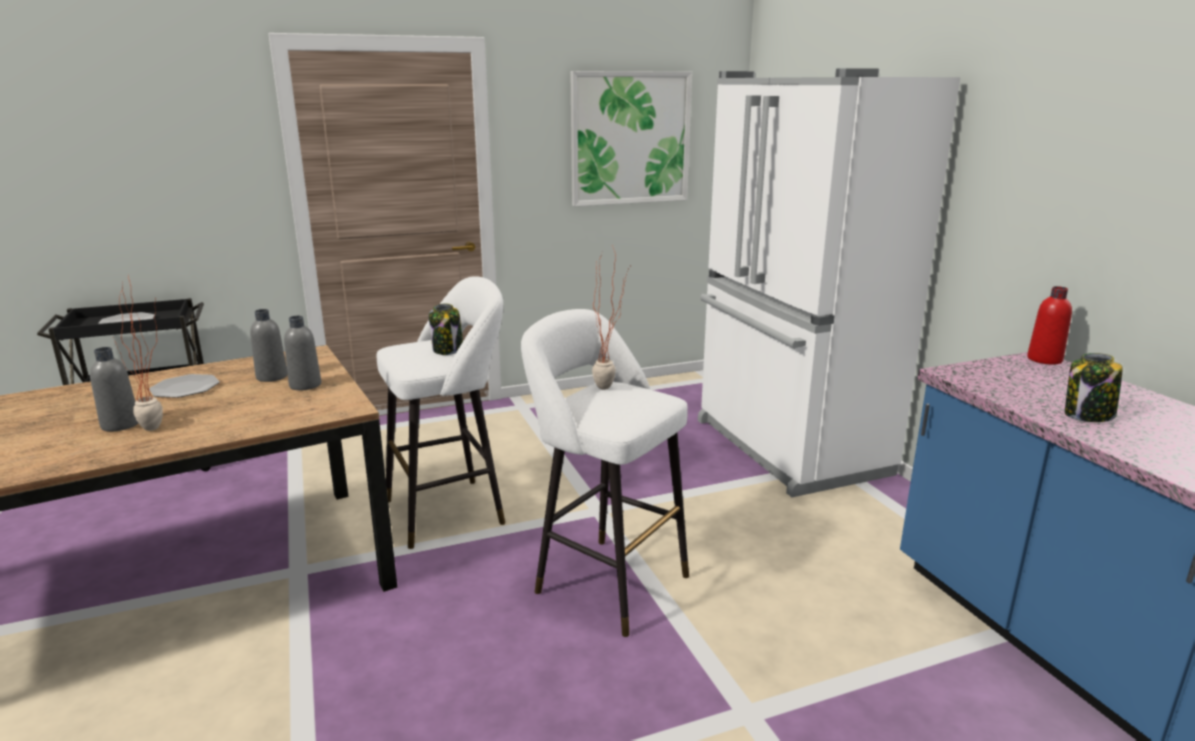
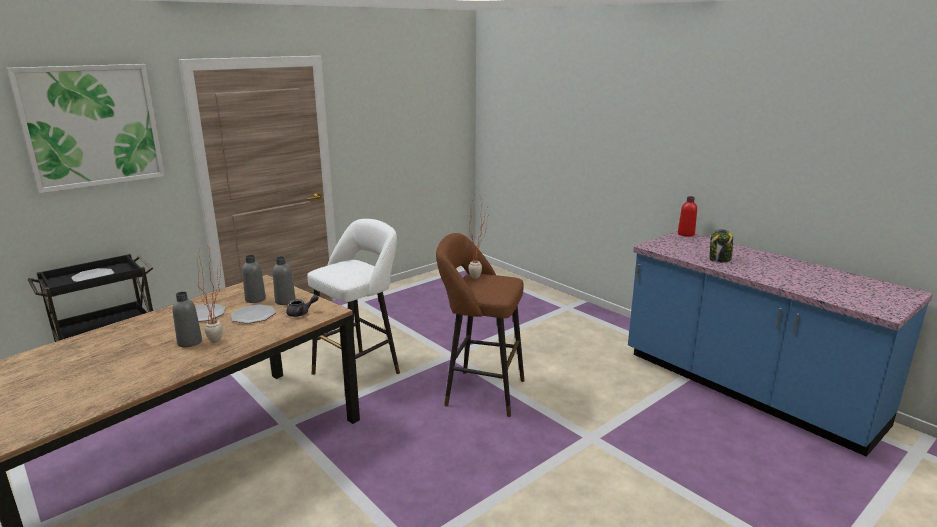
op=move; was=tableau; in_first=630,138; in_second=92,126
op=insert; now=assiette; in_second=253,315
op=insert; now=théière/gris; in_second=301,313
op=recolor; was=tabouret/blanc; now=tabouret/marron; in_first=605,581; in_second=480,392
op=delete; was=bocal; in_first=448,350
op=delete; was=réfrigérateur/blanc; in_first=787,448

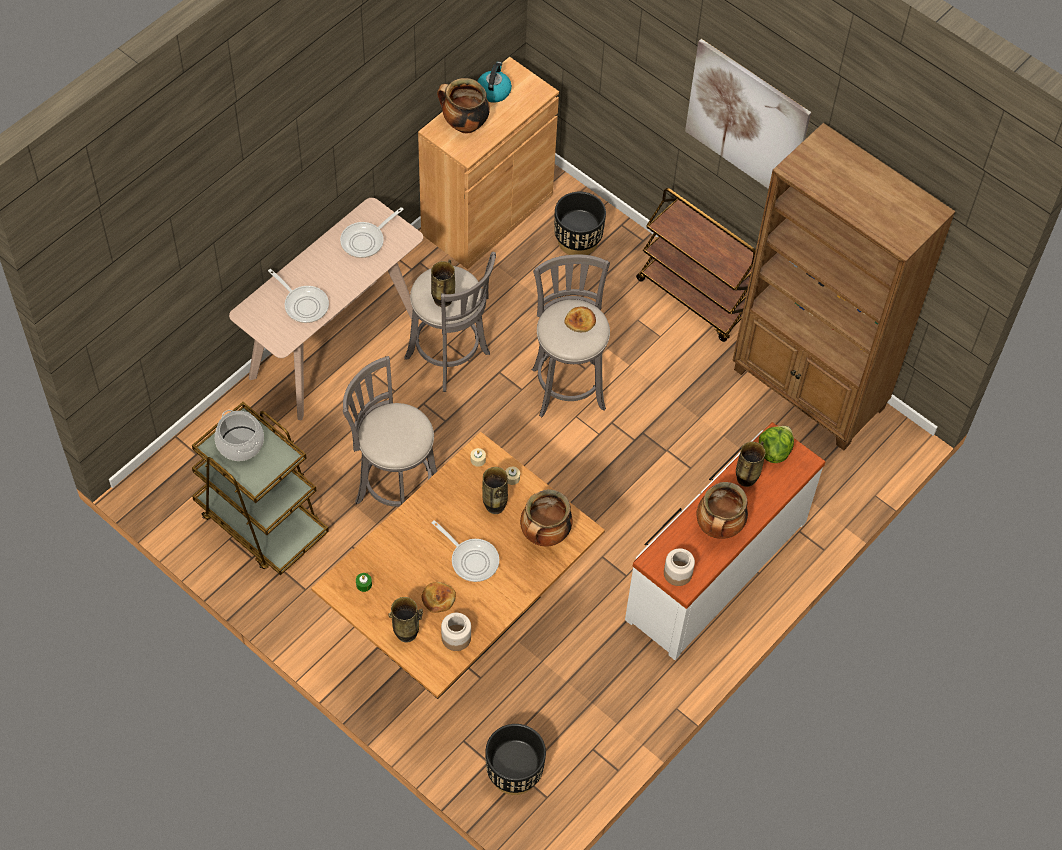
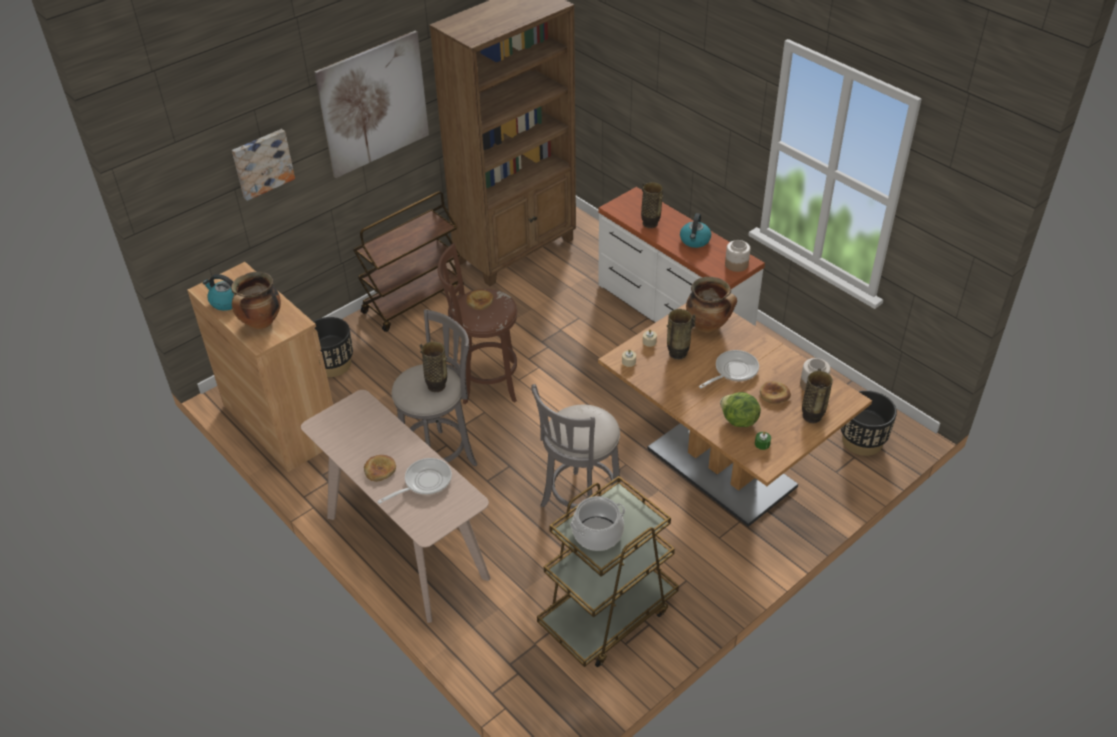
op=insert; now=tableau; in_second=262,163
op=insert; now=pain; in_second=380,469
op=recolor; was=tabouret/gris; now=tabouret/marron; in_first=567,385; in_second=485,382
op=replace; was=marmite; now=bouilloire; in_first=719,528; in_second=695,240
op=move; was=laitue; in_first=774,451; in_second=738,421
op=delete; was=poêle; in_first=366,240

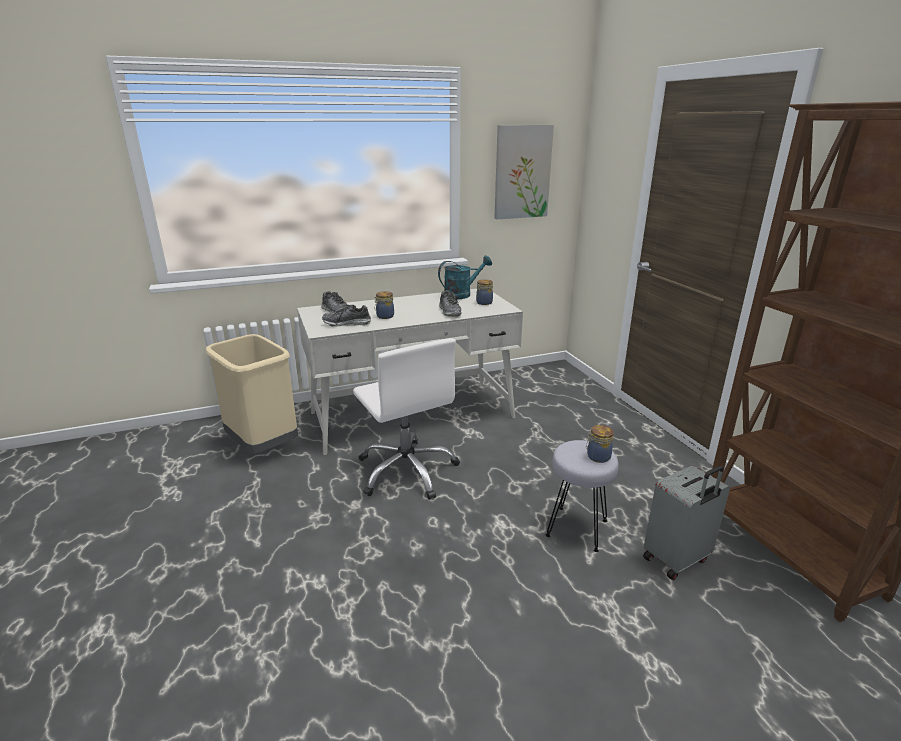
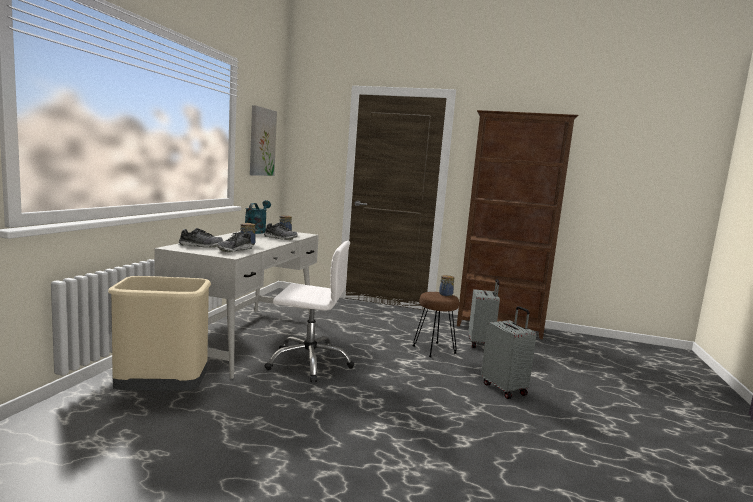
op=recolor; was=tabouret/gris; now=tabouret/marron; in_first=576,529; in_second=434,350
op=insert; now=valise/gris; in_second=504,389

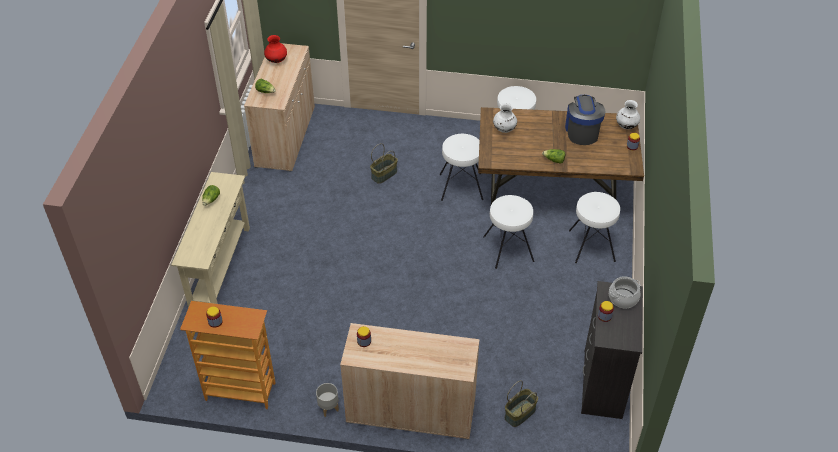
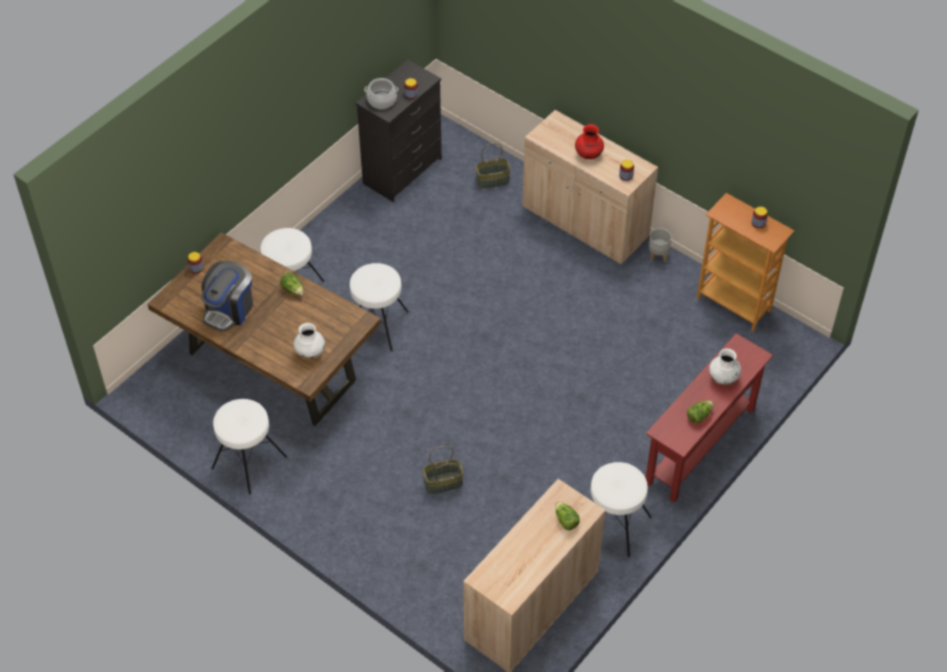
op=move; was=vase/rouge; in_first=276,60; in_second=588,154
op=move; was=tabouret/blanc; in_first=461,186; in_second=614,525
op=recolor; was=table console/beige; now=table console/rouge; in_first=220,267; in_second=701,446
op=move; was=vase/blanc; in_first=626,126; in_second=723,378

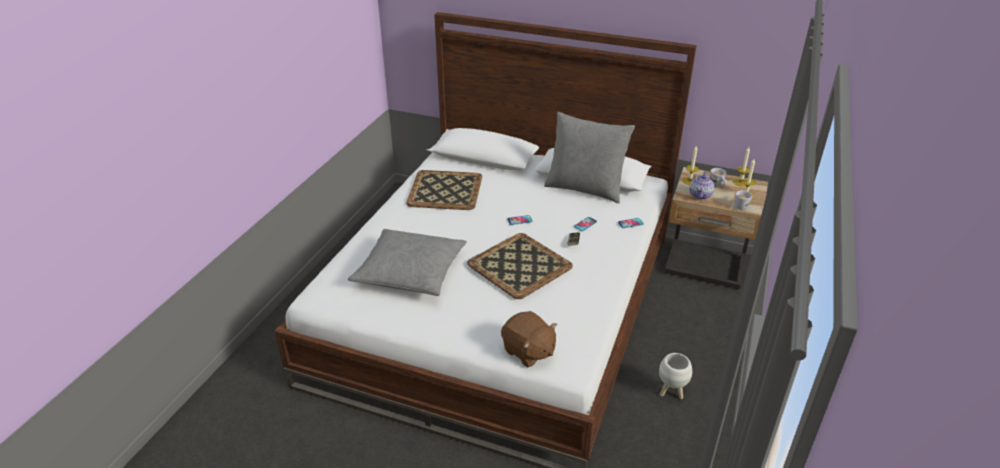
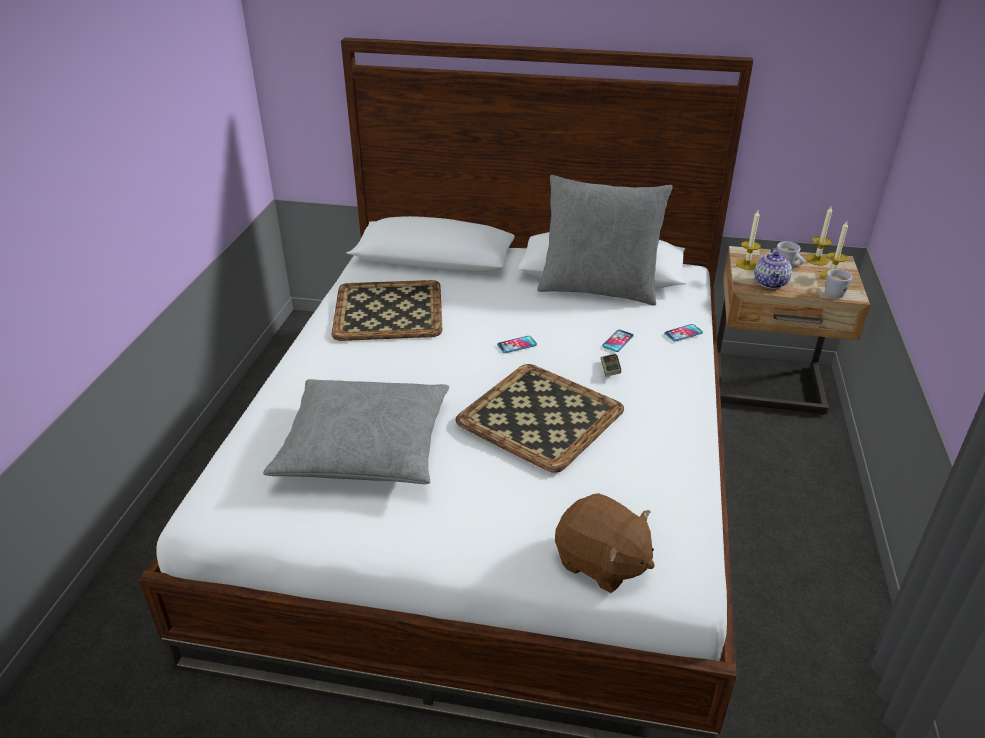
op=delete; was=cache-pot/blanc; in_first=671,393

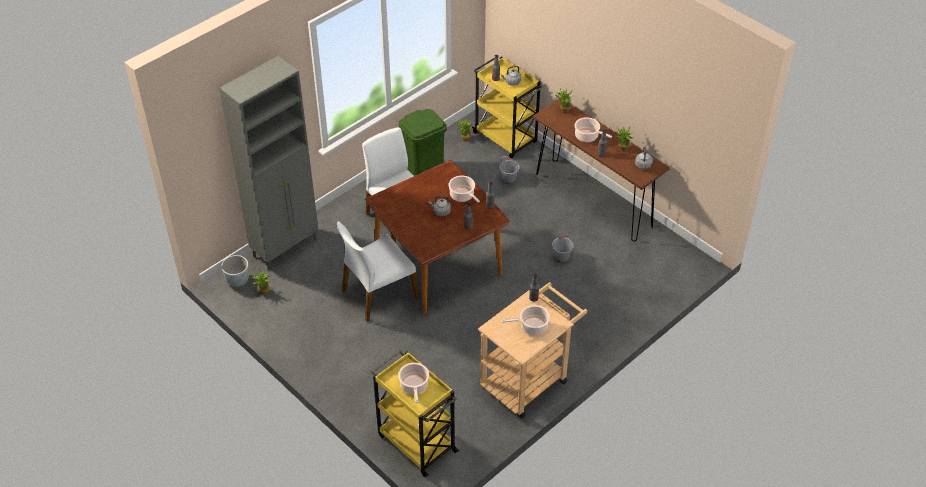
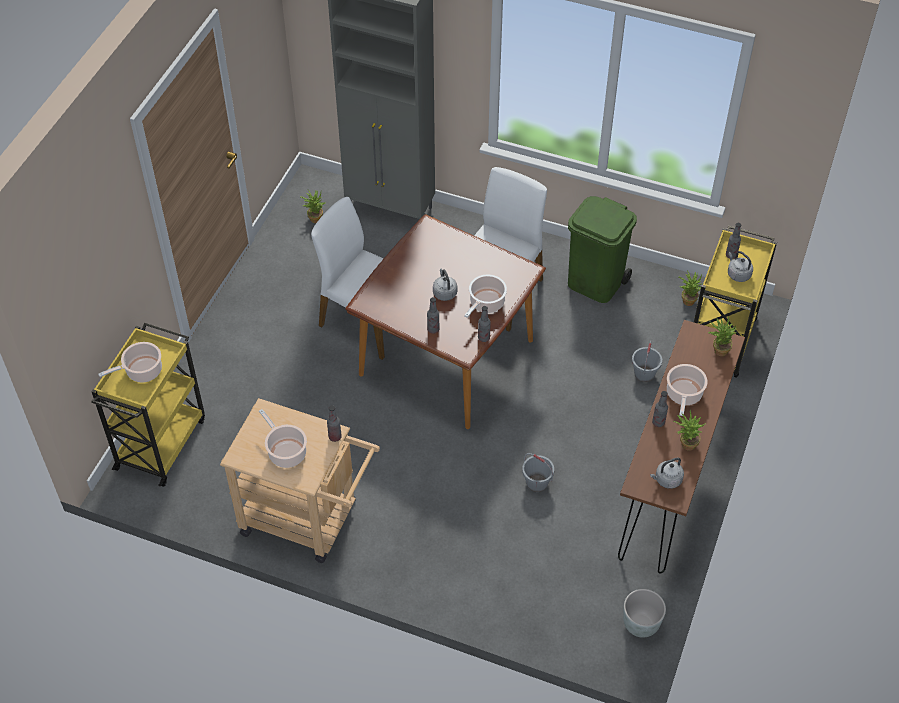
op=move; was=cache-pot/gris; in_first=238,281; in_second=640,625

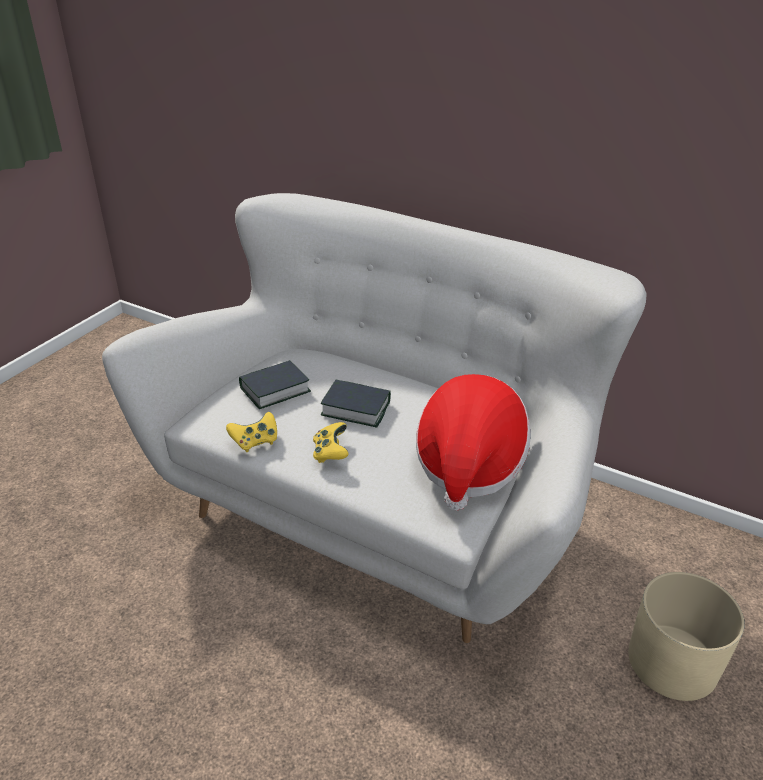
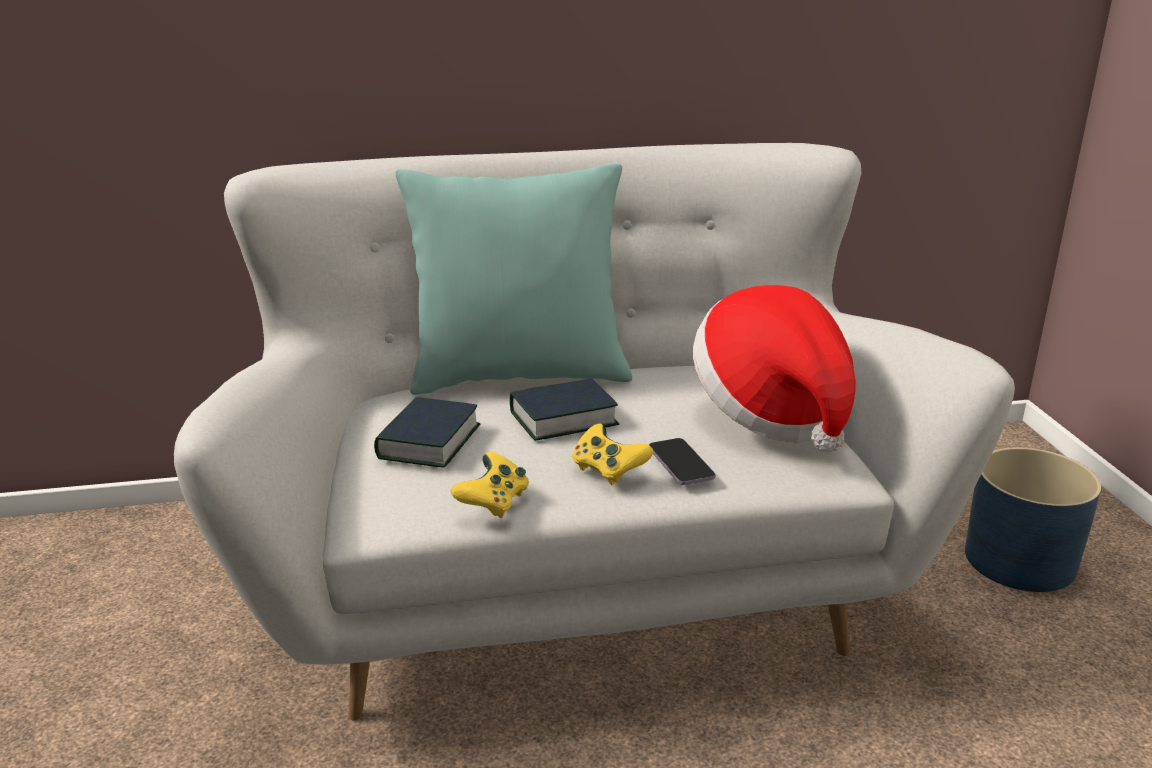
op=insert; now=coussin/turquoise; in_second=519,375
op=insert; now=téléphone; in_second=681,464
op=recolor; was=cache-pot/beige; now=cache-pot/bleu; in_first=672,662; in_second=1020,561

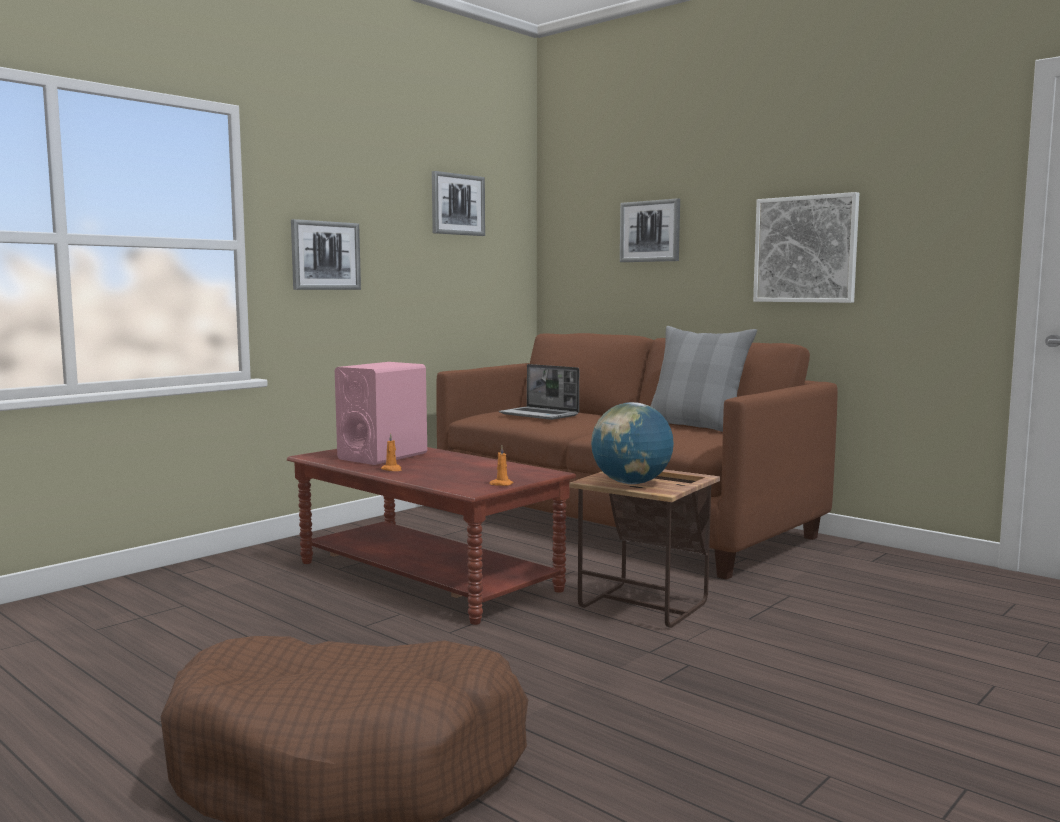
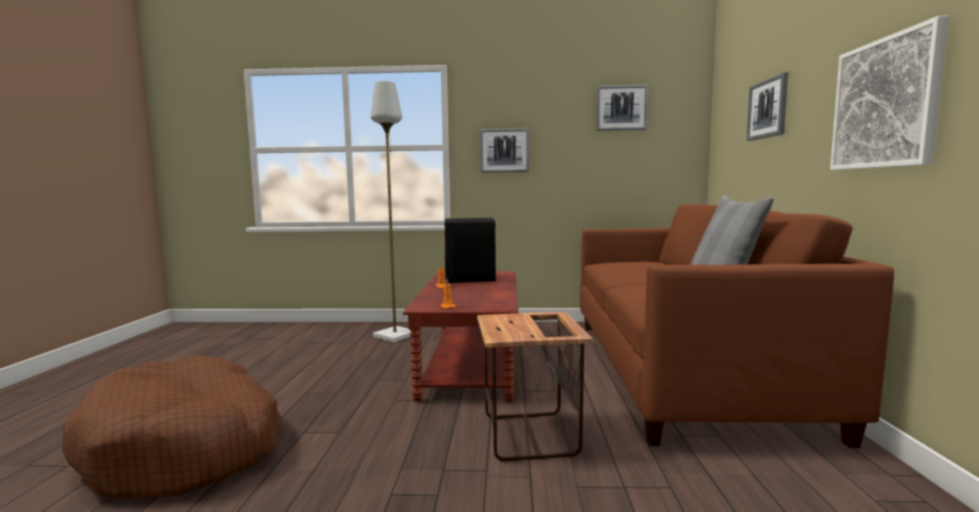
op=insert; now=lampadaire/gris; in_second=396,335
op=recolor; was=enceinte/rose; now=enceinte/noir; in_first=383,456; in_second=470,279
op=delete; was=ordinateur portable; in_first=540,415
op=delete; was=globe; in_first=631,483

